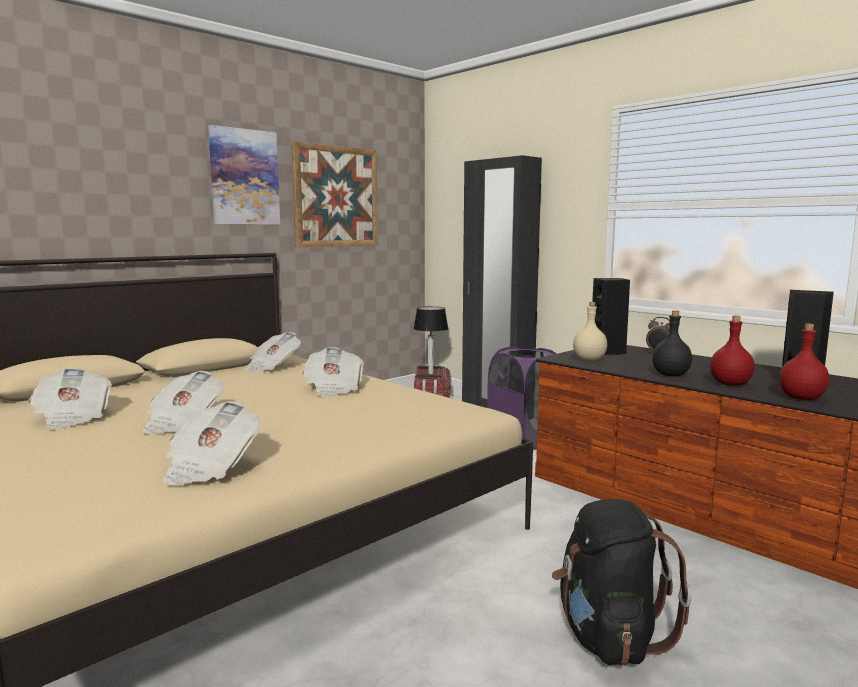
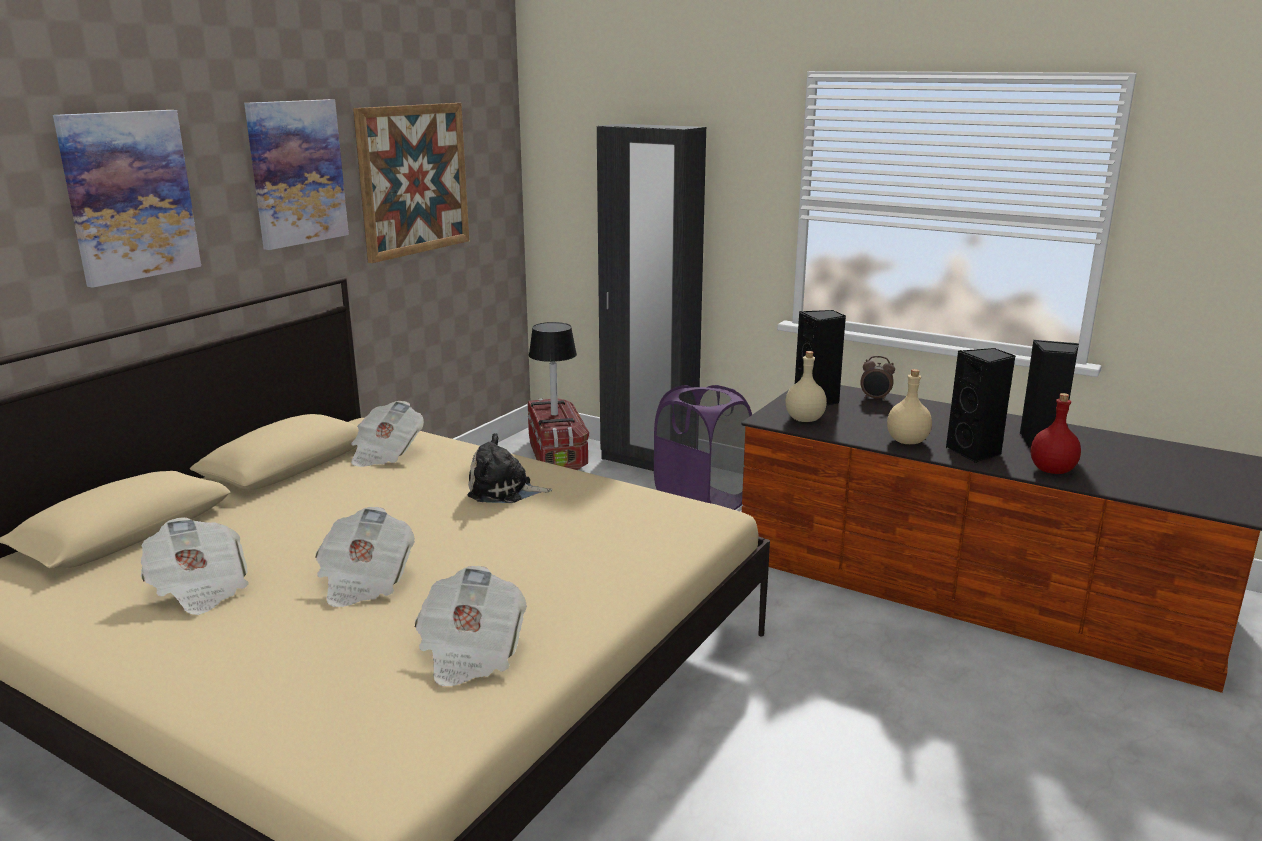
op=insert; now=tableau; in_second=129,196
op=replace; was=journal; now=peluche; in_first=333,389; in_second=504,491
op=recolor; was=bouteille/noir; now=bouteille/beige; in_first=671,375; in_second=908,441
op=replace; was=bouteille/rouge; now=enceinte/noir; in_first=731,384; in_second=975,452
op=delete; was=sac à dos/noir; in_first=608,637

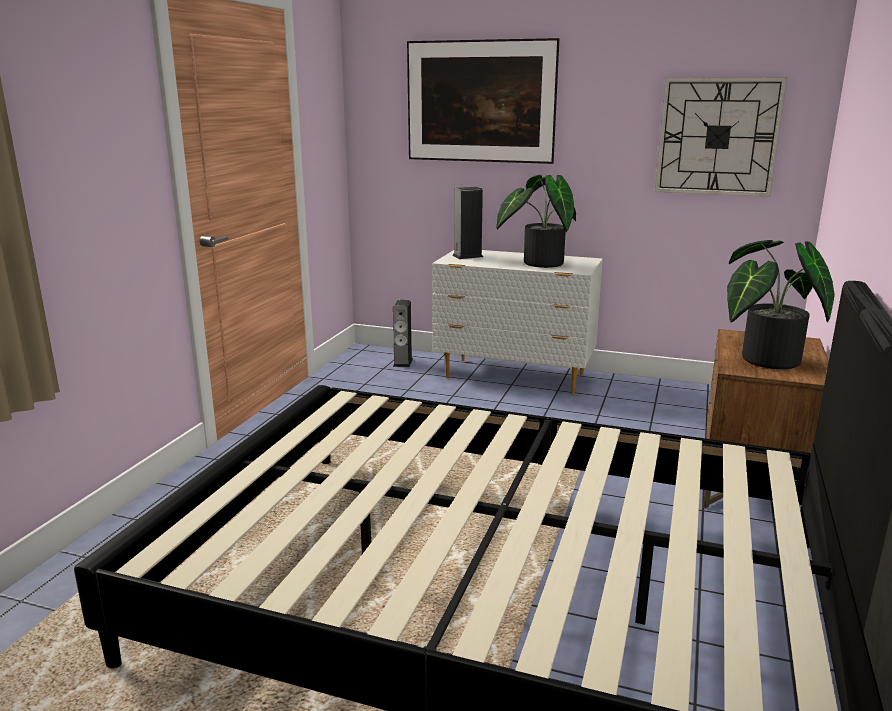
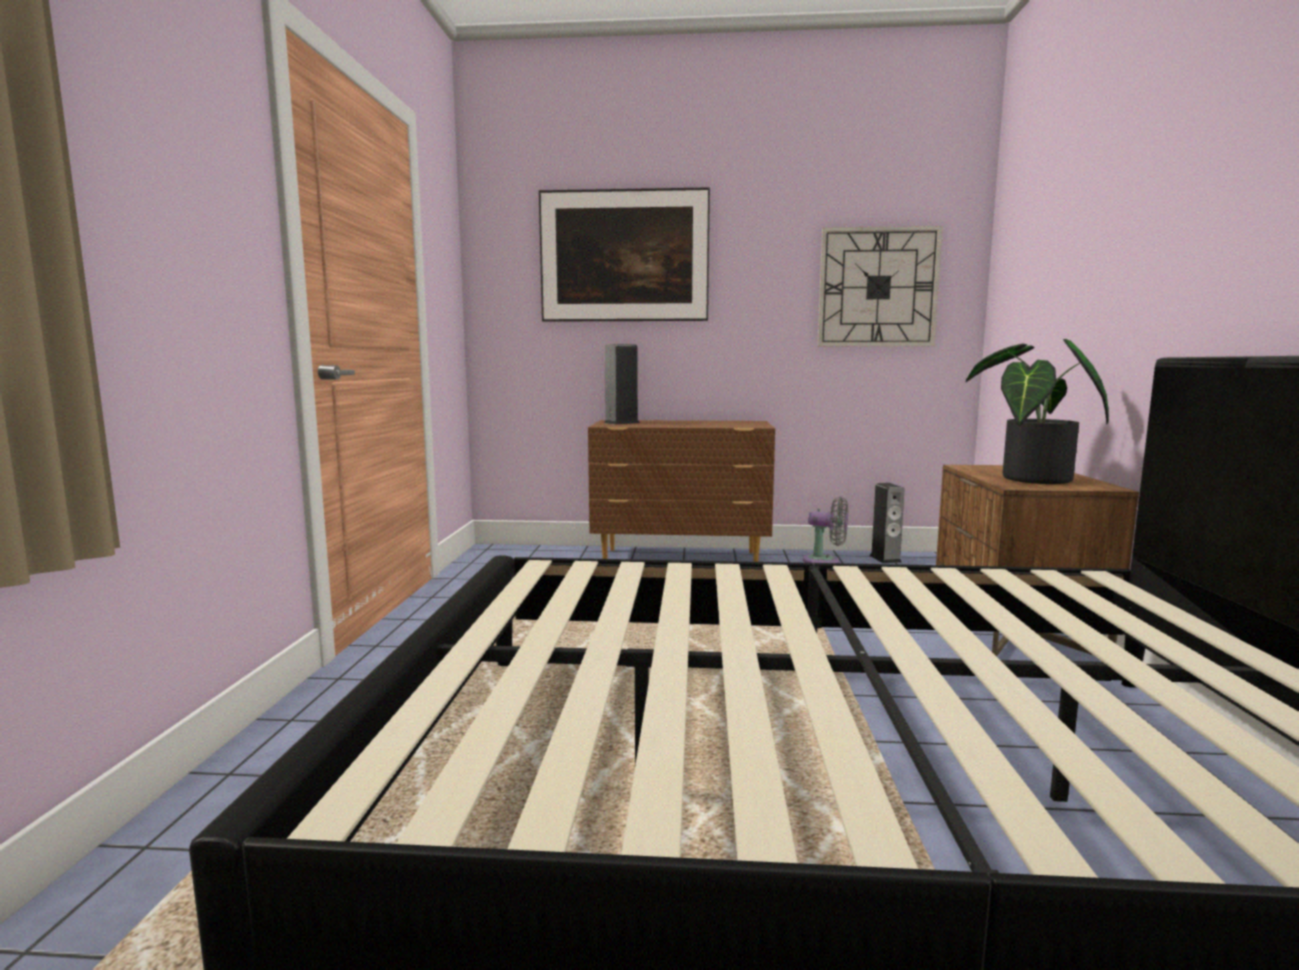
op=recolor; was=commode/blanc; now=commode/marron; in_first=515,377; in_second=682,559
op=insert; now=ventilateur/gris; in_second=825,561
op=move; was=enceinte; in_first=403,362; in_second=885,559
op=delete; was=plante en pot; in_first=538,263

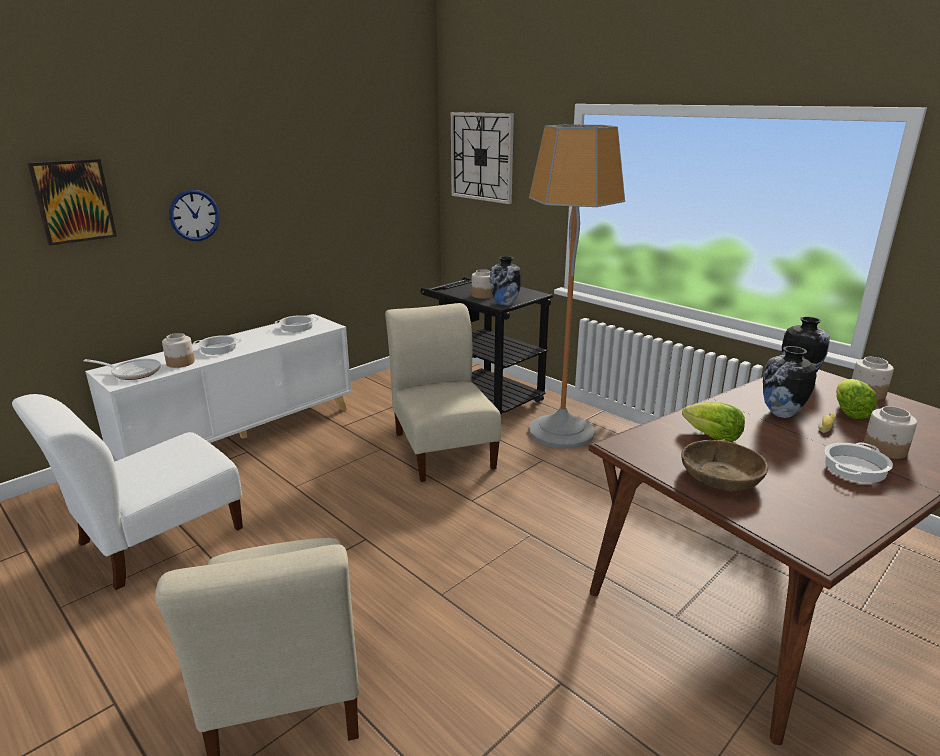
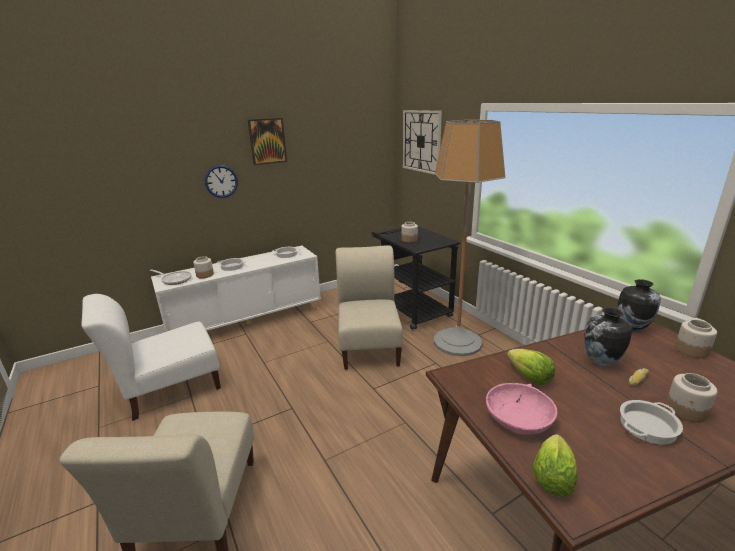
op=move; was=tableau; in_first=73,201; in_second=267,141
op=recolor; was=bol/marron; now=bol/rose; in_first=720,476; in_second=518,416
op=move; was=laitue; in_first=849,412; in_second=552,477
op=delete; was=vase; in_first=505,304

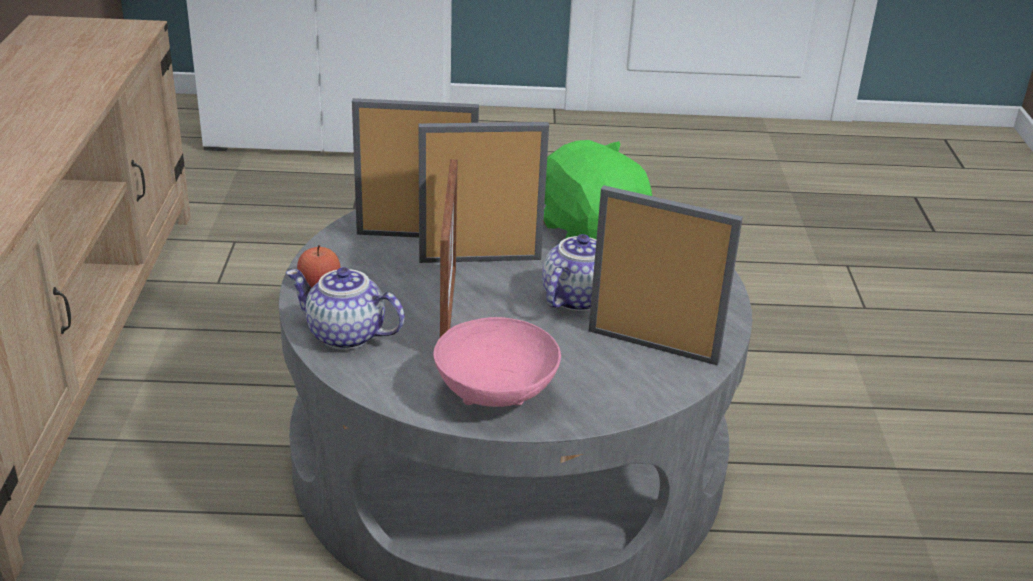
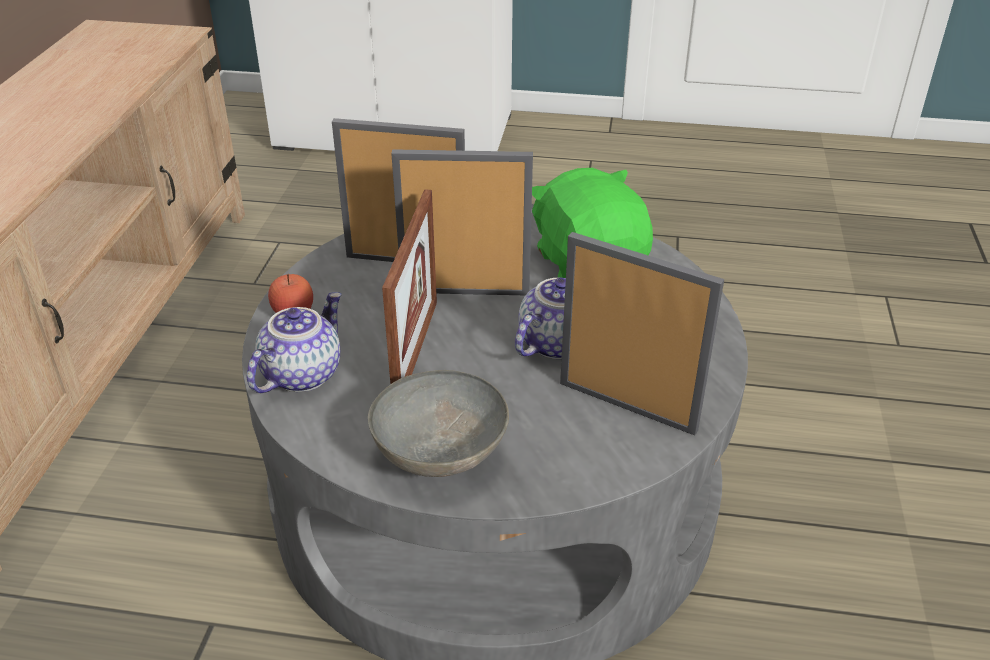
op=rotate; was=théière; in_first=344,335; in_second=301,373; clockwise=90
op=recolor; was=bol/rose; now=bol/gris; in_first=494,396; in_second=438,458

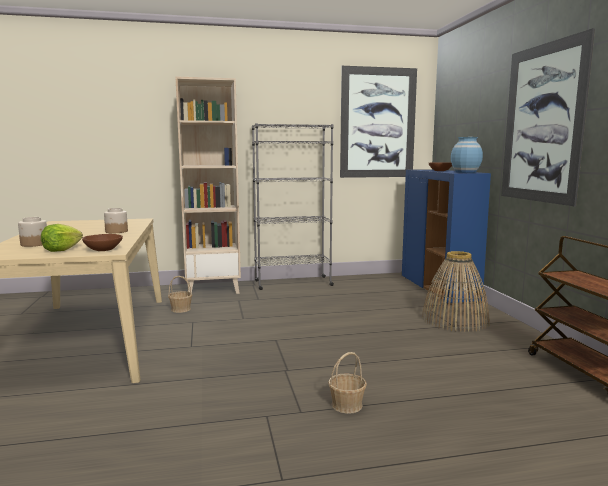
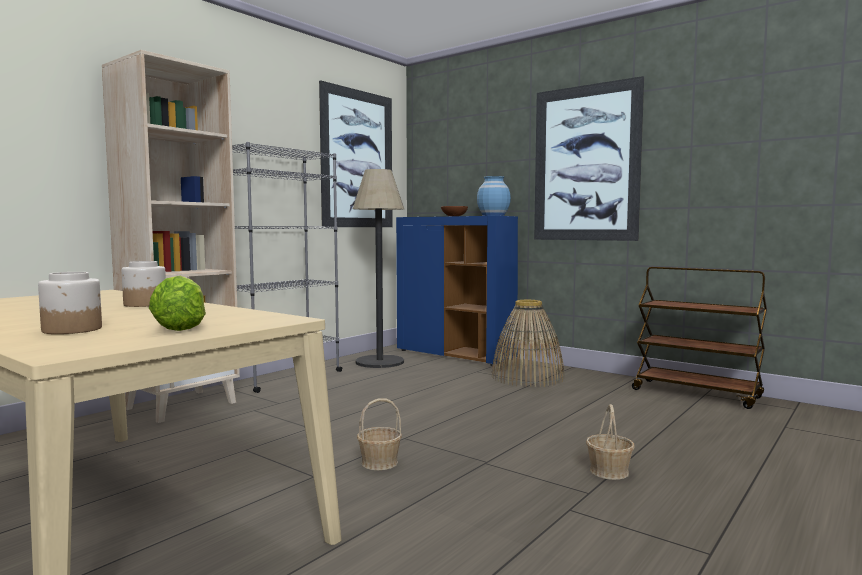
op=insert; now=lampadaire; in_second=380,362
op=move; was=panier; in_first=180,309; in_second=379,463
op=delete; was=bol/marron; in_first=103,250

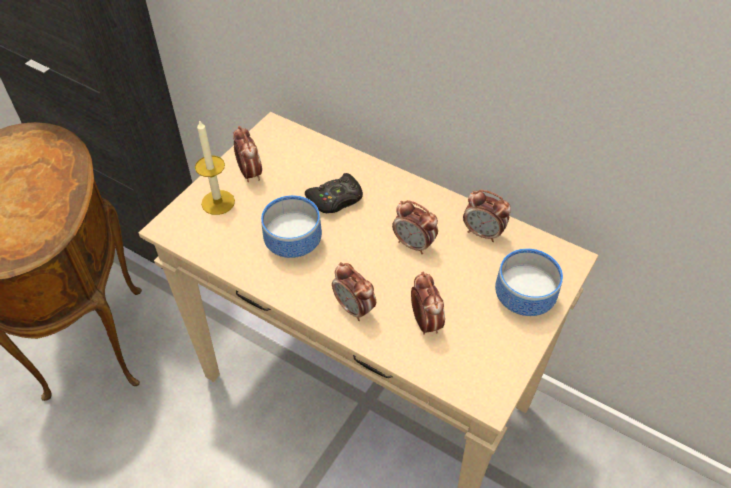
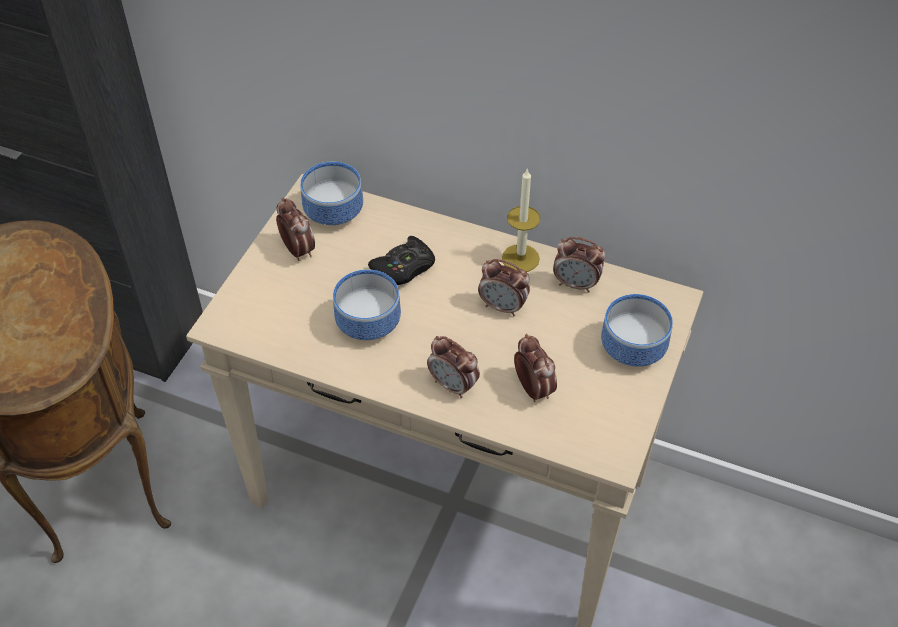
op=insert; now=bol; in_second=331,214
op=move; was=bougie; in_first=218,202; in_second=520,258

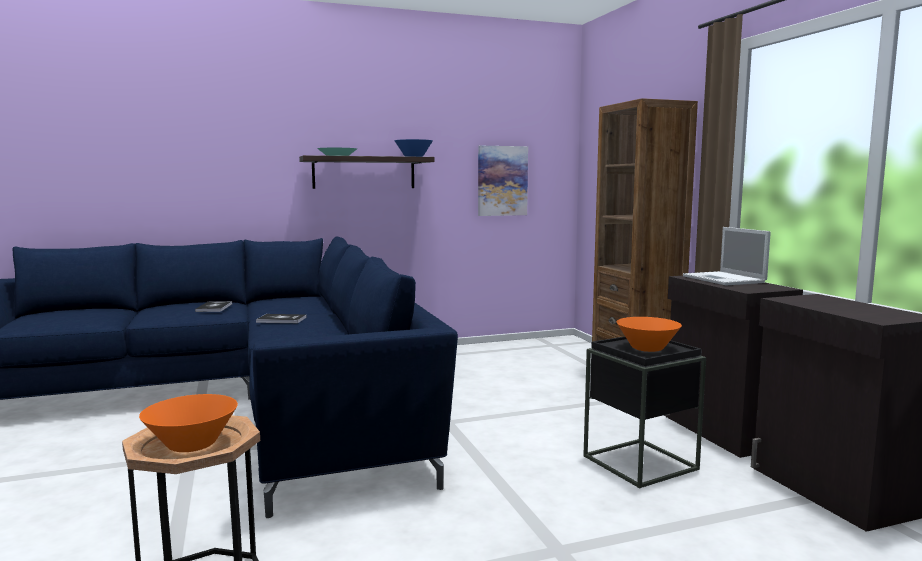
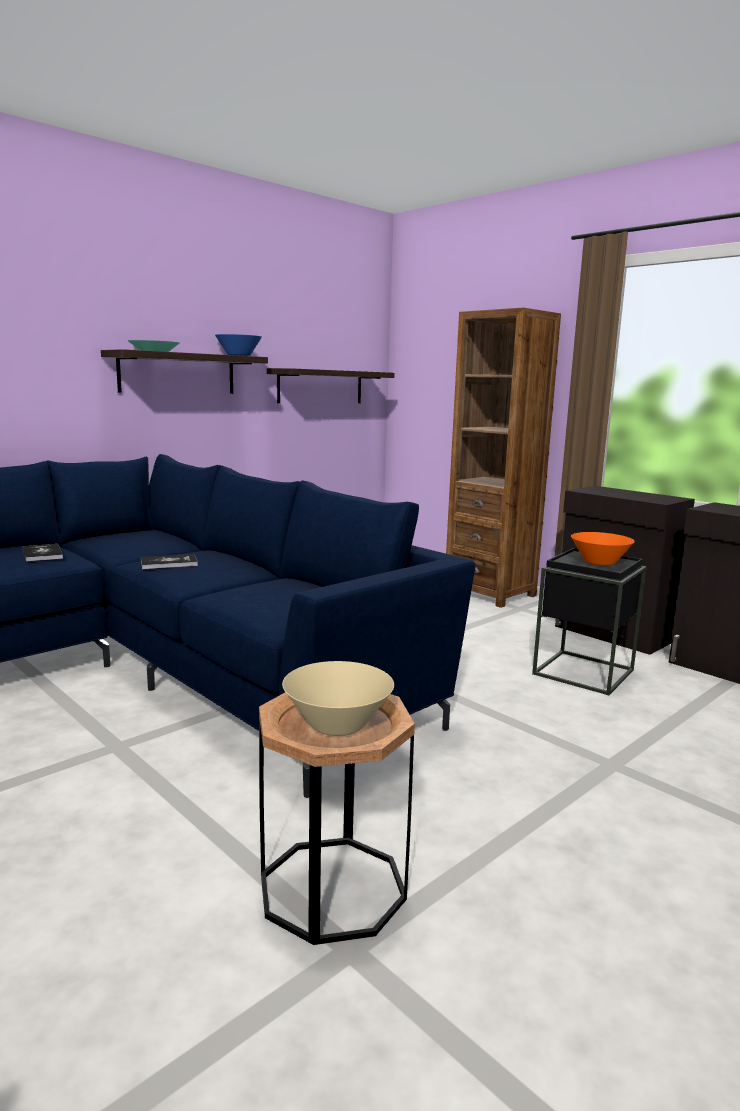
op=replace; was=tableau; now=étagère; in_first=502,181; in_second=320,386
op=recolor; was=bol/orange; now=bol/beige; in_first=192,445; in_second=338,725
op=delete; was=ordinateur portable; in_first=724,279

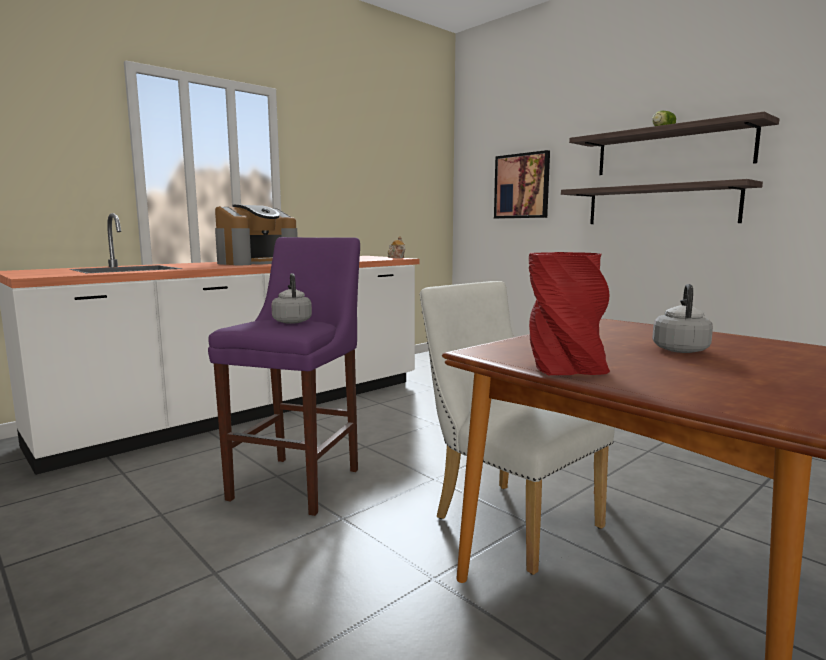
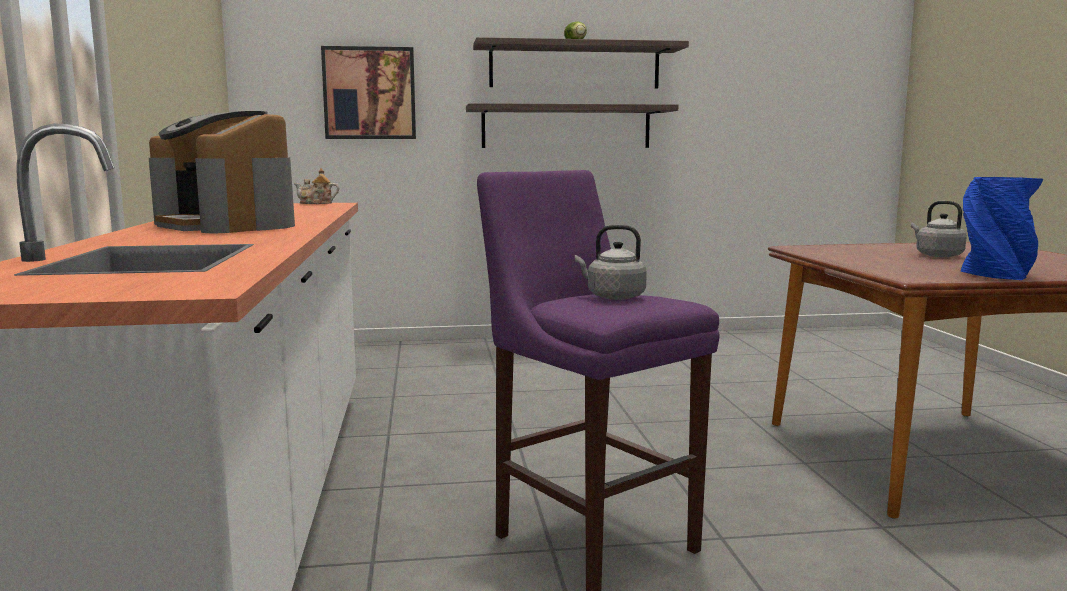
op=rotate; was=machine à café; in_first=257,262; in_second=227,225; clockwise=150
op=recolor; was=vase/rouge; now=vase/bleu; in_first=565,368; in_second=995,275
op=delete; was=chaise/blanc; in_first=507,518

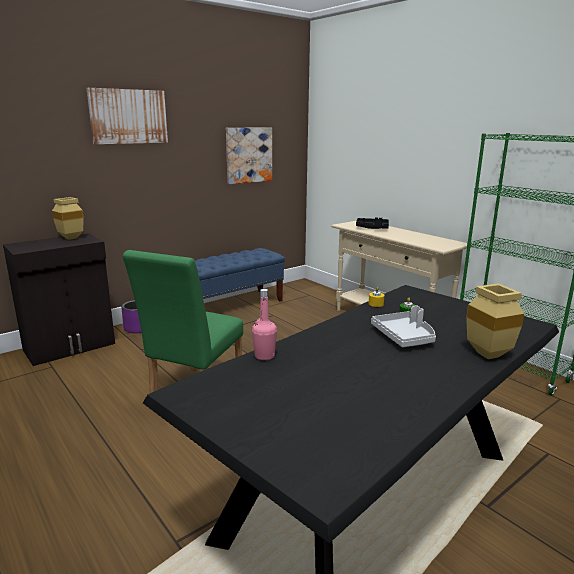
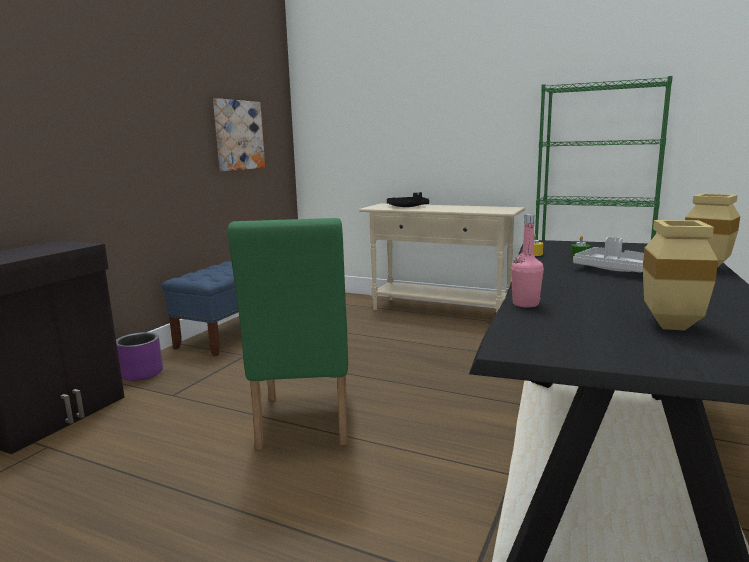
op=move; was=vase/beige; in_first=72,238; in_second=667,325
op=delete; was=tableau; in_first=128,116

